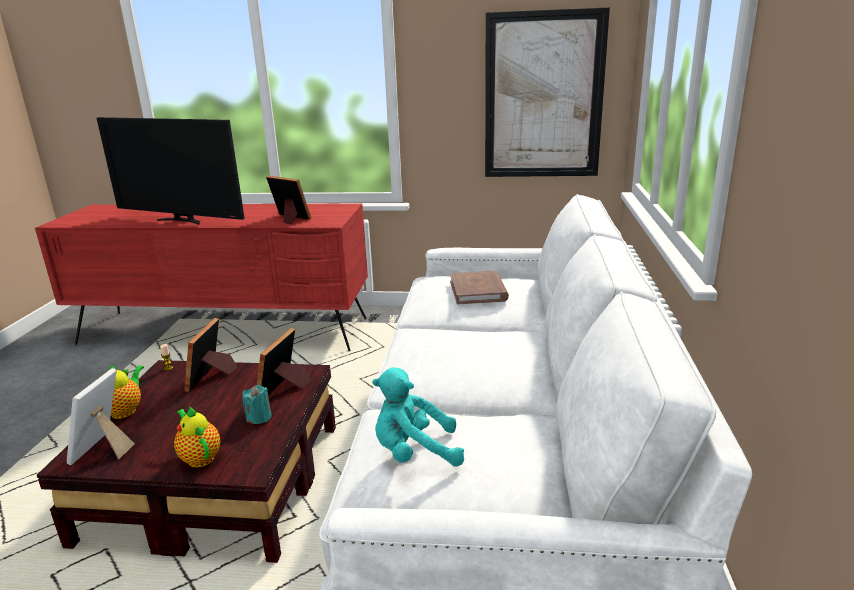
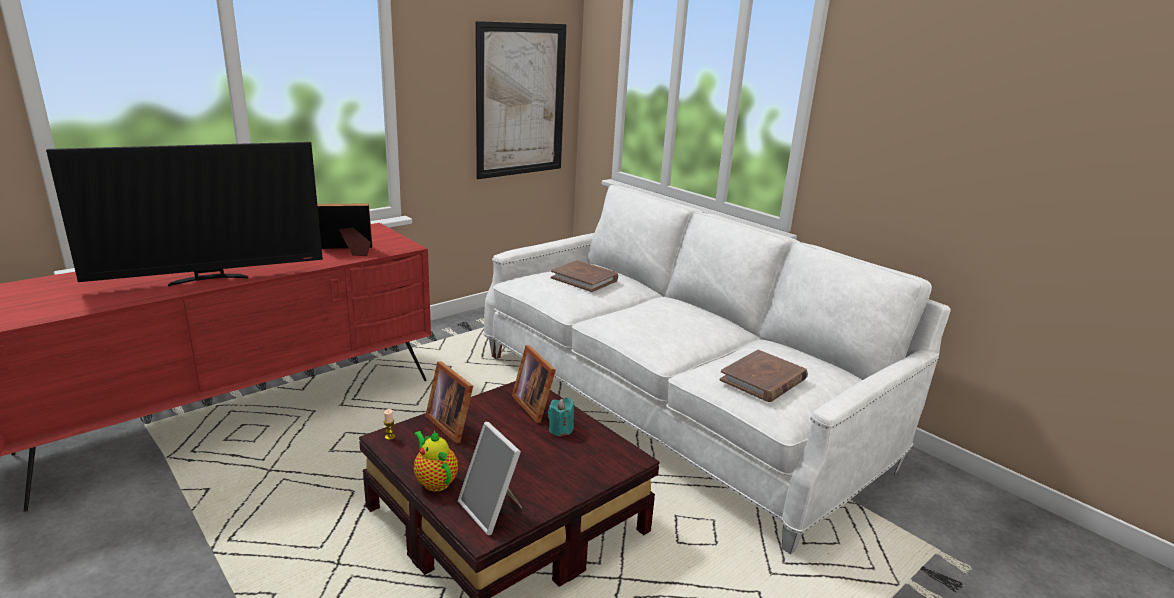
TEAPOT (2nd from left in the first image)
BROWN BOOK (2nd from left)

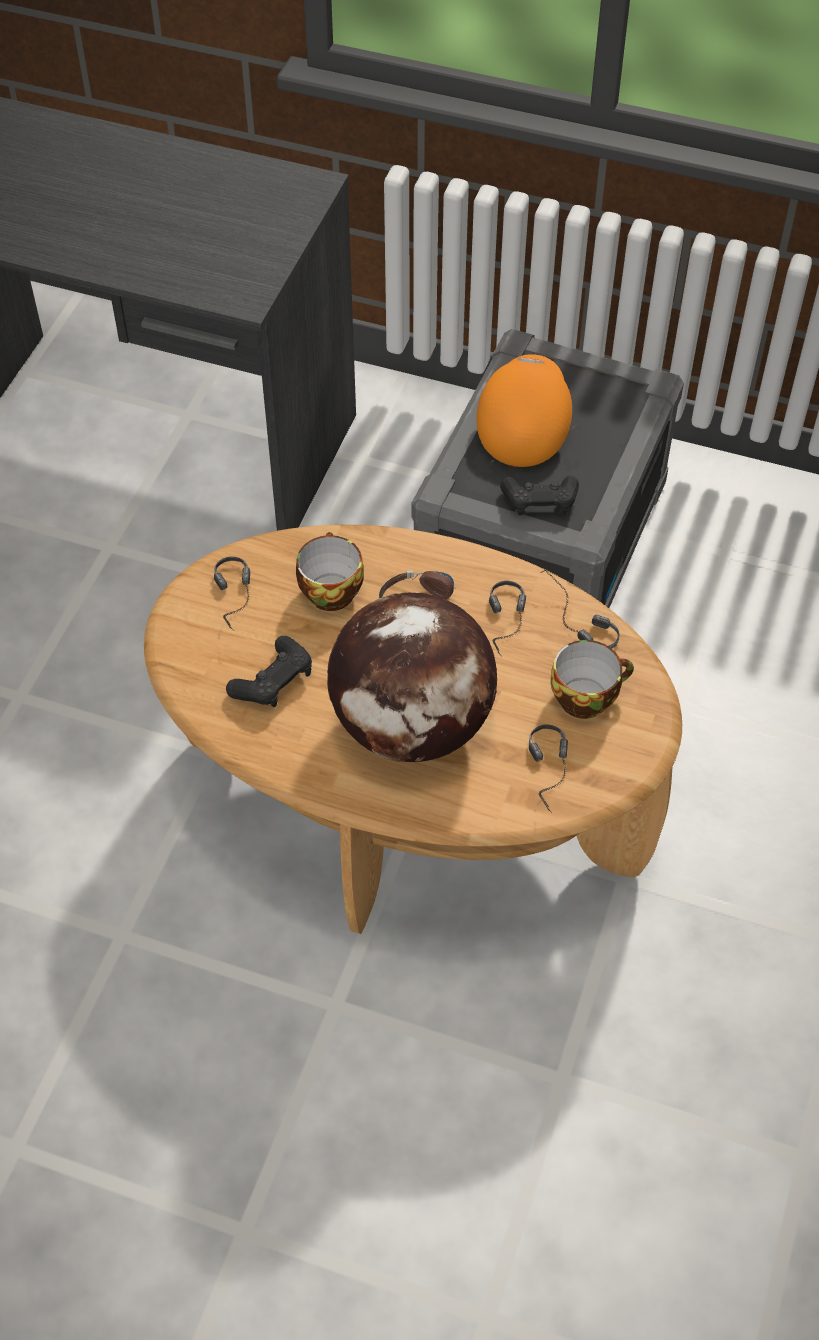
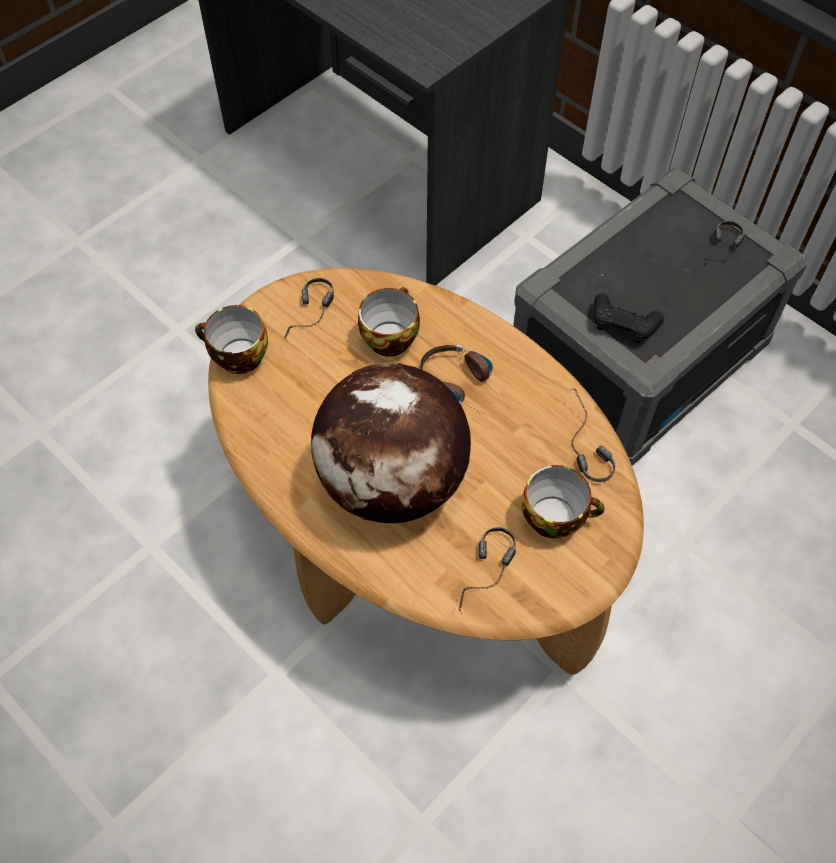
BLACK GAME CONTROLLER (1st from left in the first image)
ORANGE CAP
HEADPHONES (5th from left)
CUP (1st from left)

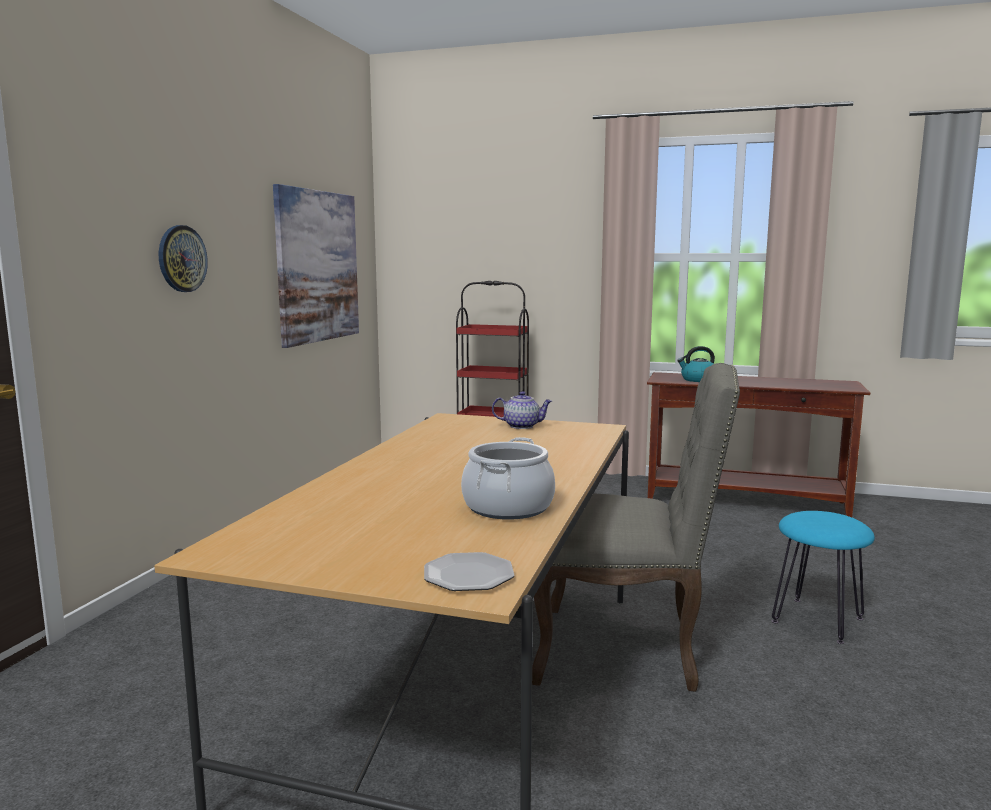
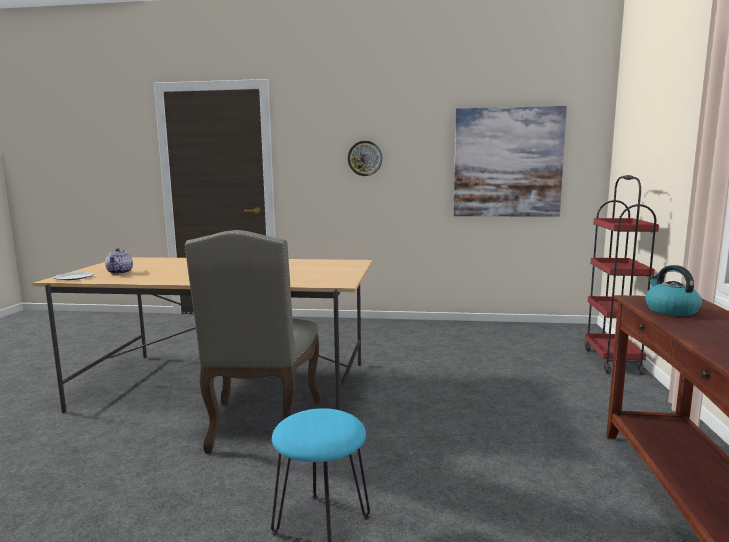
COOKING POT
TEAPOT

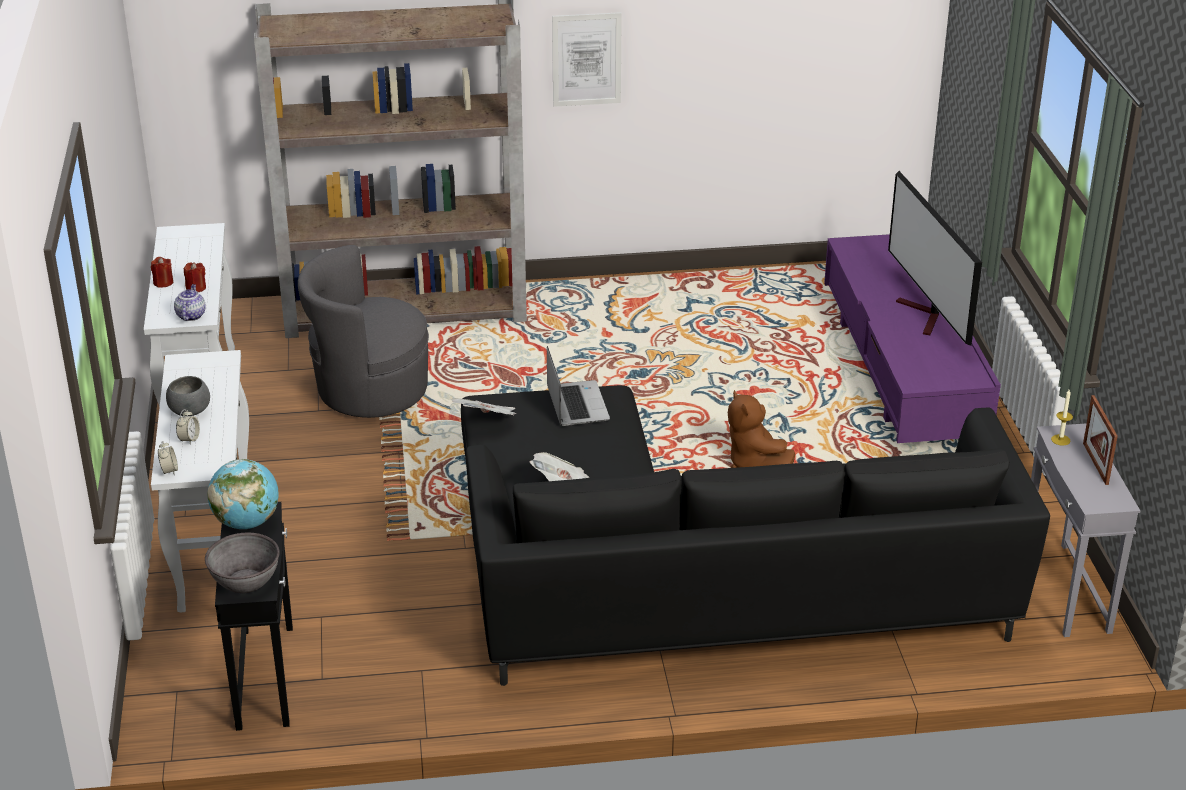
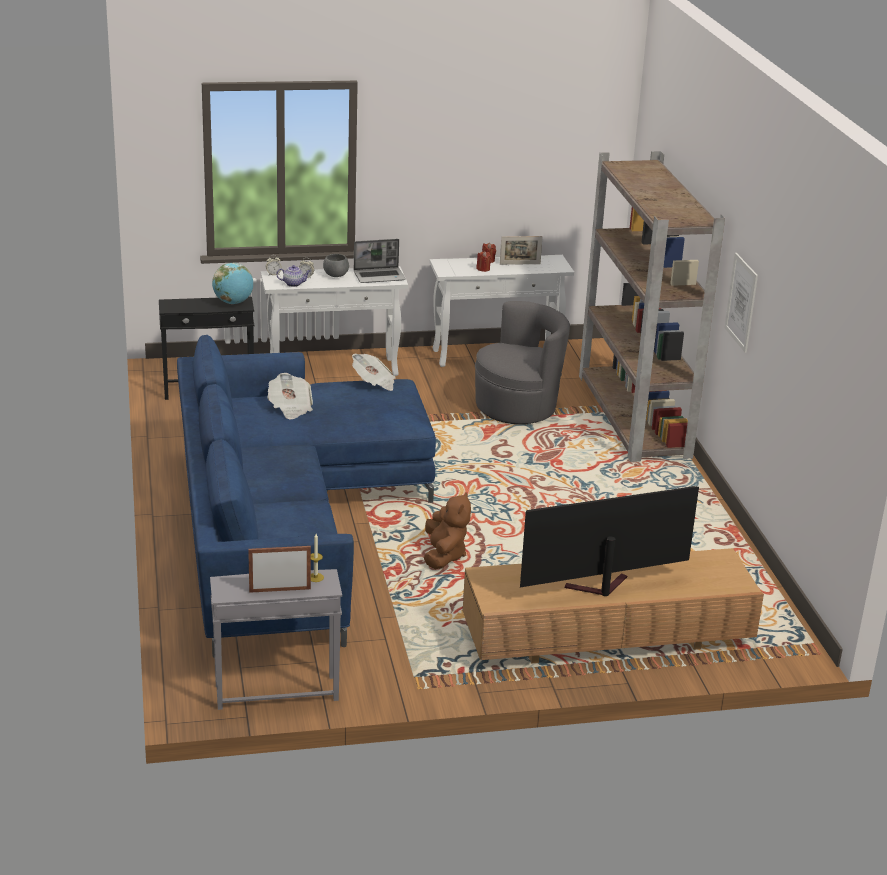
TEAPOT
GREY BOWL (2nd from left in the first image)
GREY ARMCHAIR
BLUE SOFA
LAPTOP
BROWN PLUSH TOY
BROWN TV STAND
PICTURE FRAME (2nd from left)

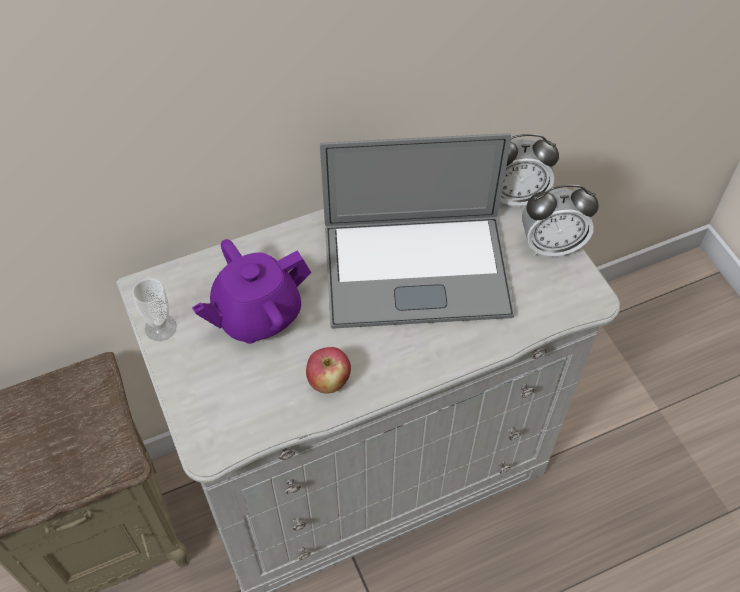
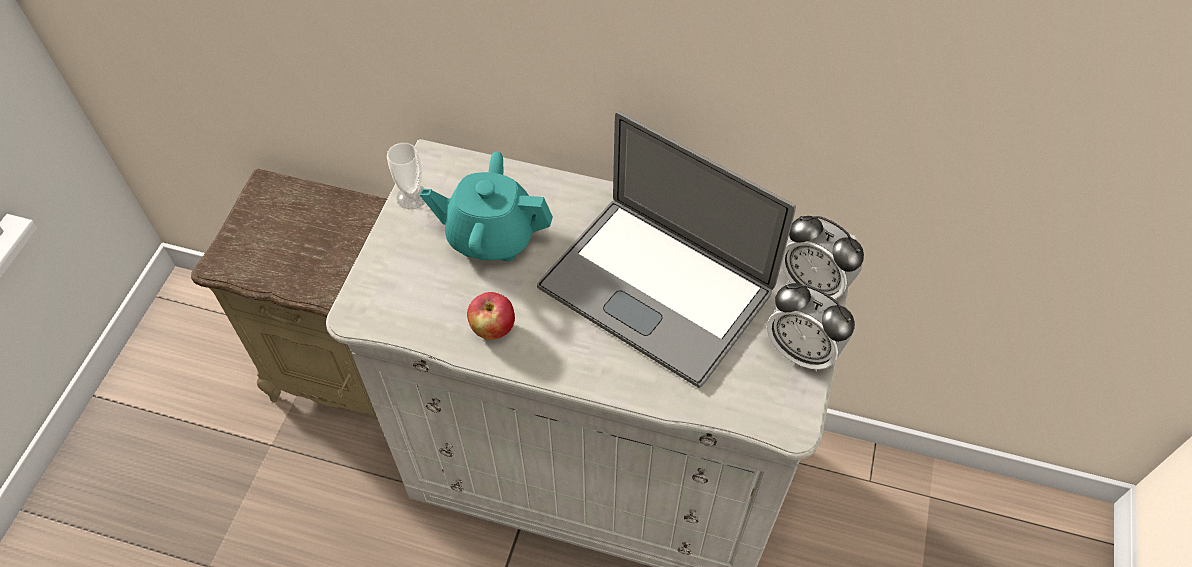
TURQUOISE TEAPOT

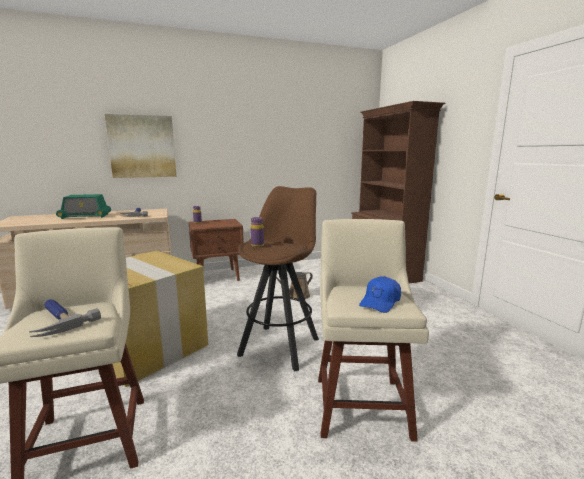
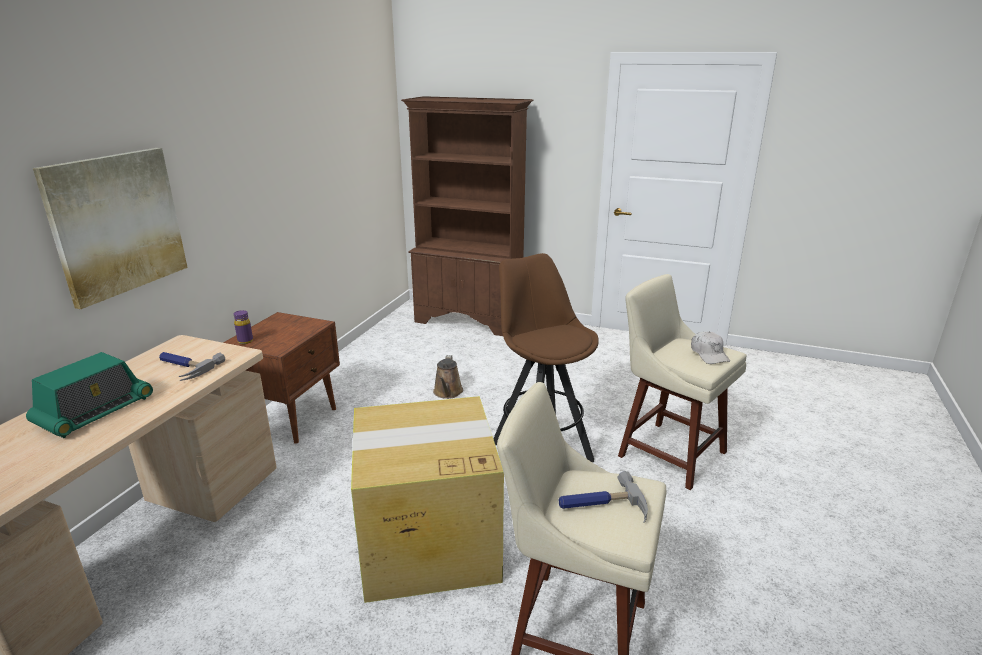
PURPLE BOTTLE (2nd from left in the first image)
WHITE CAP

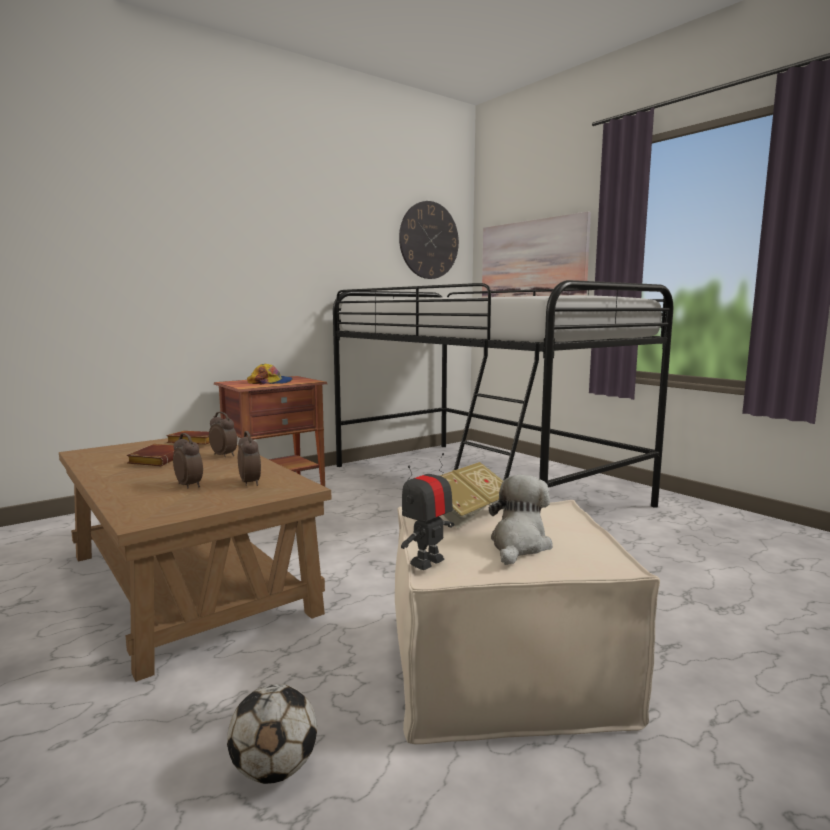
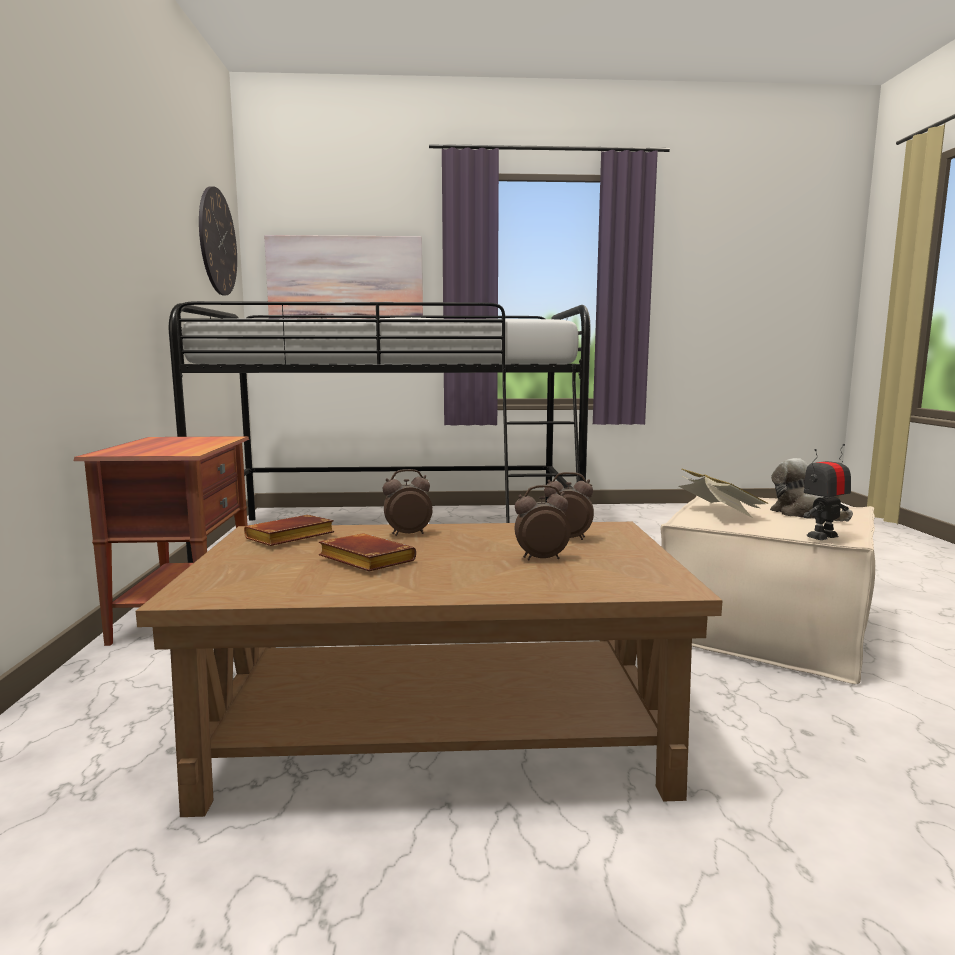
FOOTBALL
CAP
TOY ROBOT

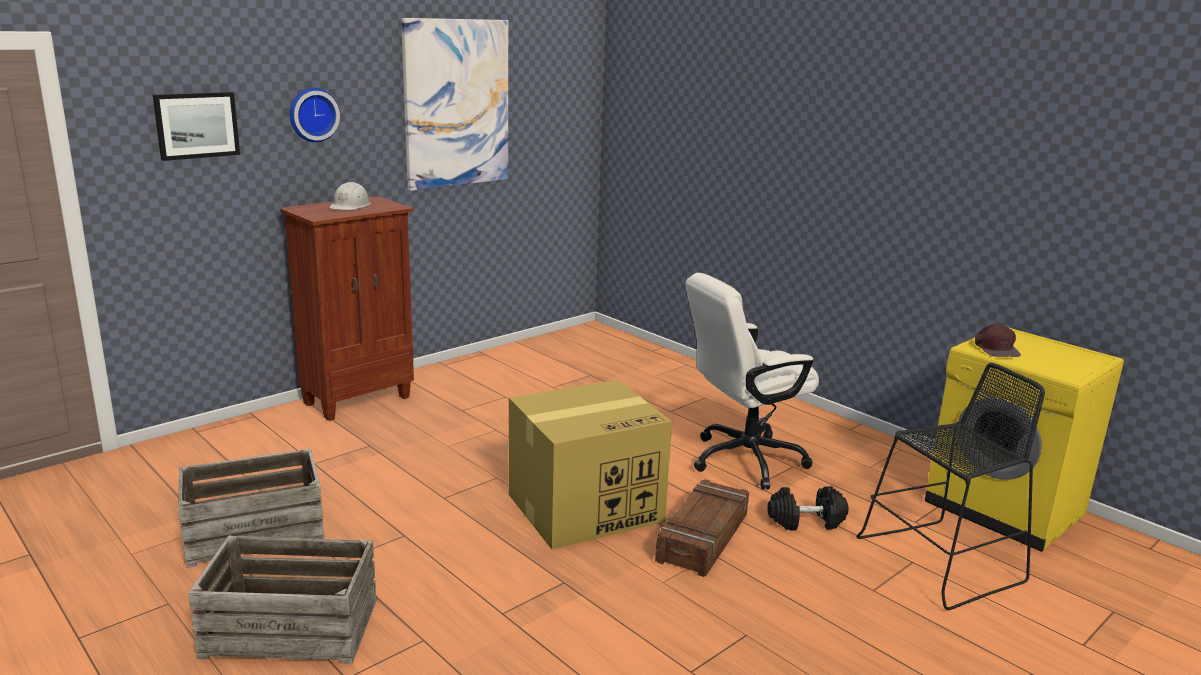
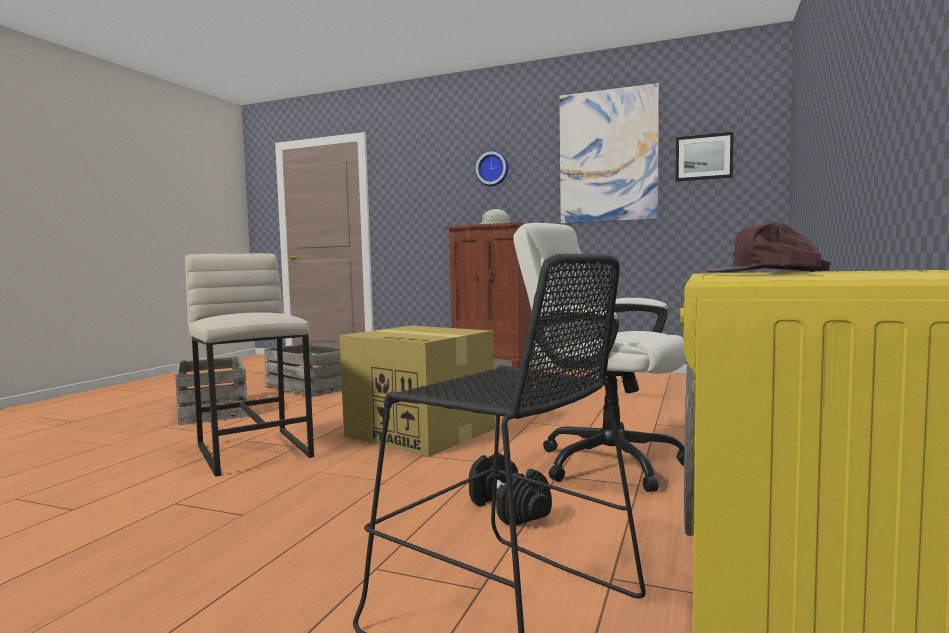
PICTURE (2nd from left)
CRATE (3rd from left in the first image)
BROWN CAP
BEIGE STOOL

